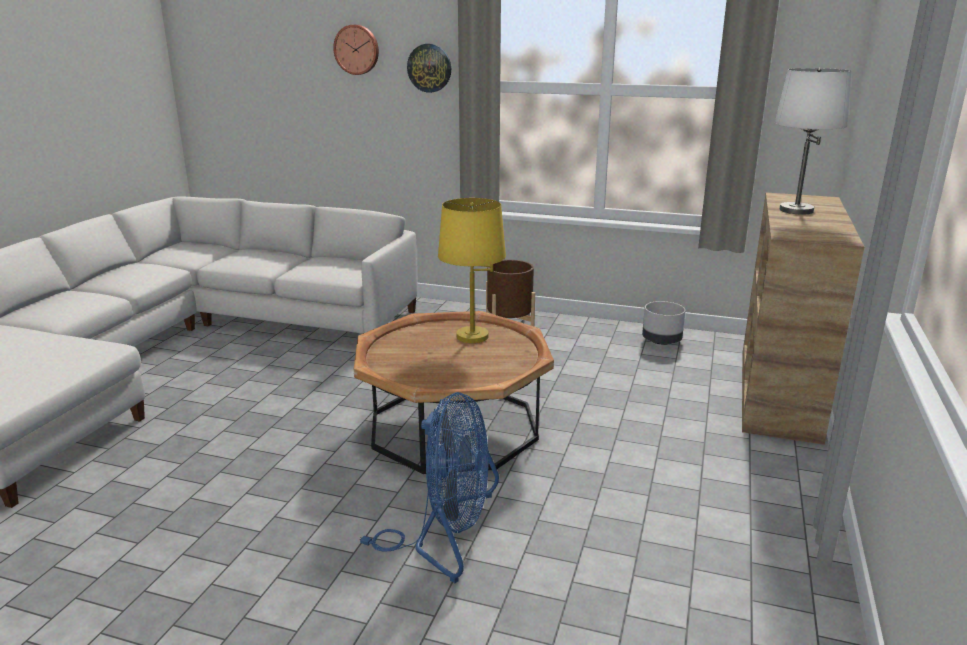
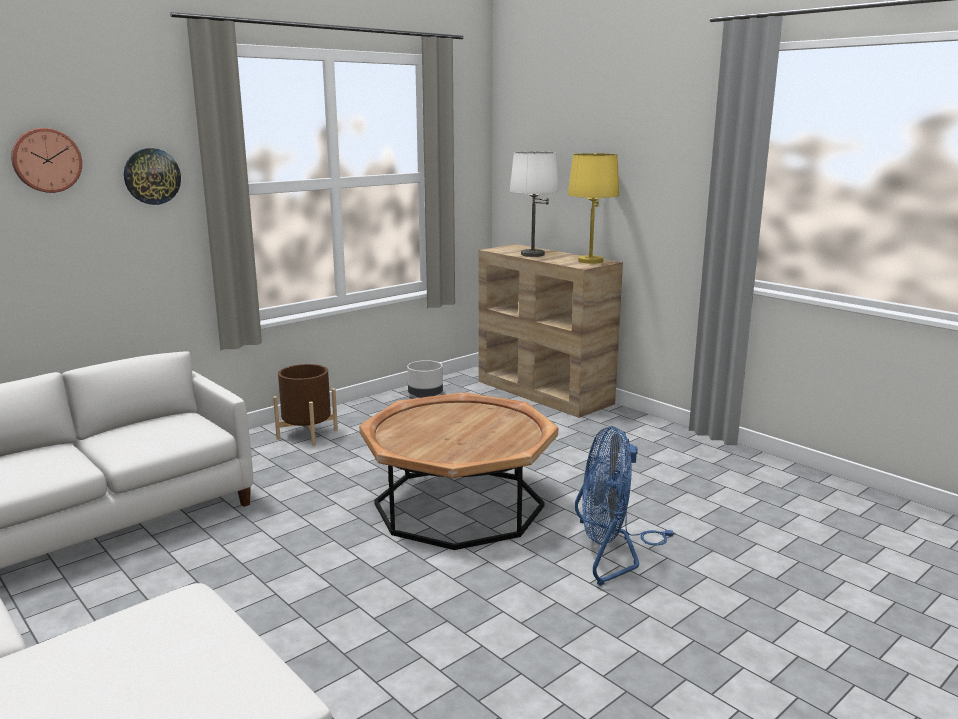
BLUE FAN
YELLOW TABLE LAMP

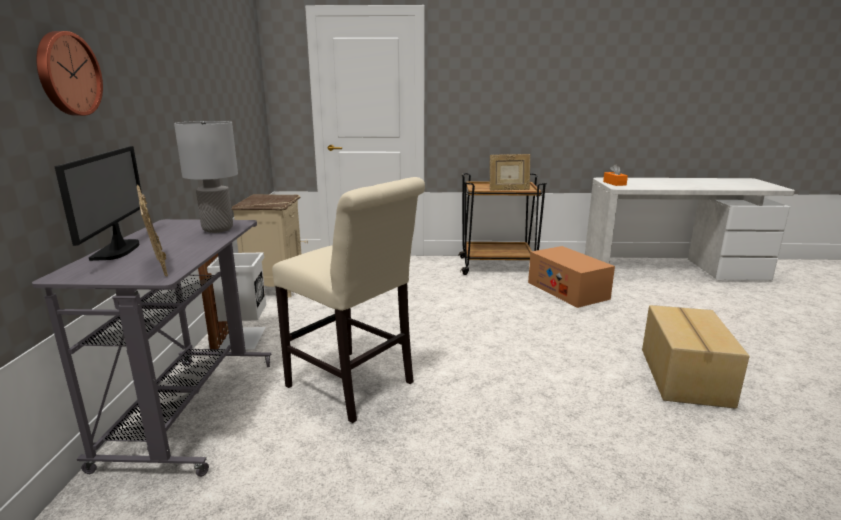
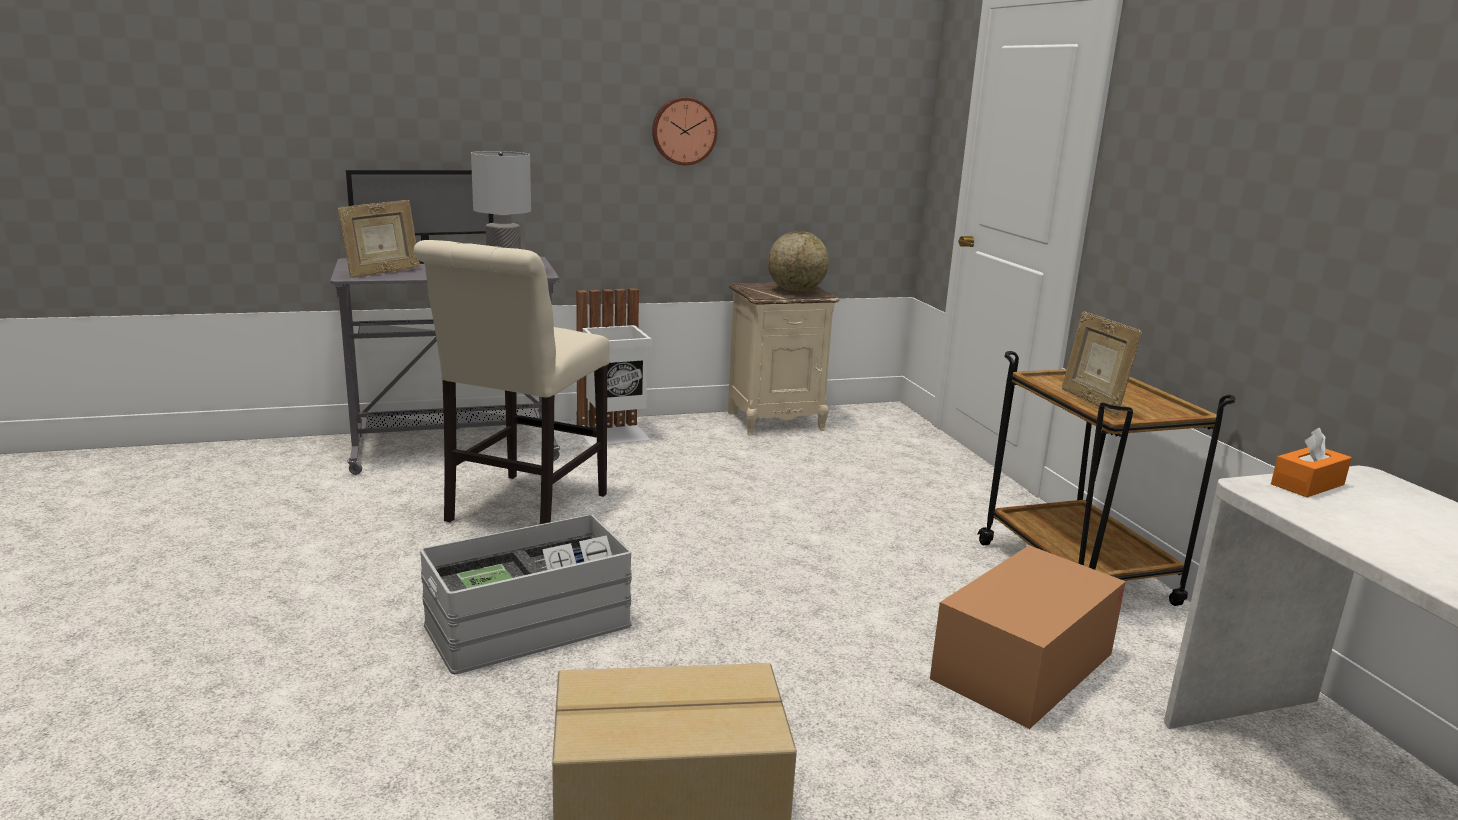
WALL CLOCK
GREY STORAGE BOX
GLOBE

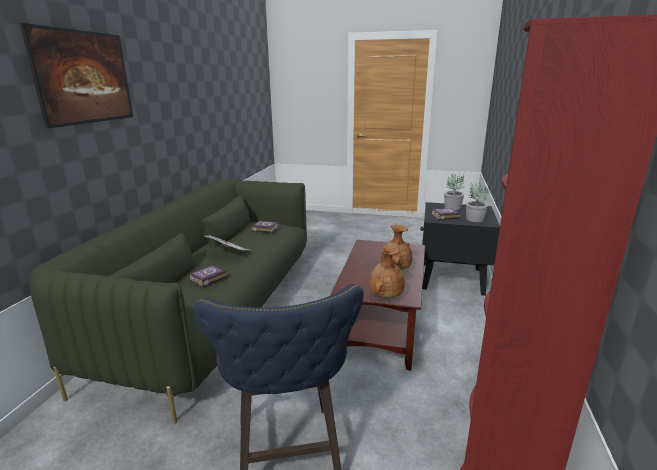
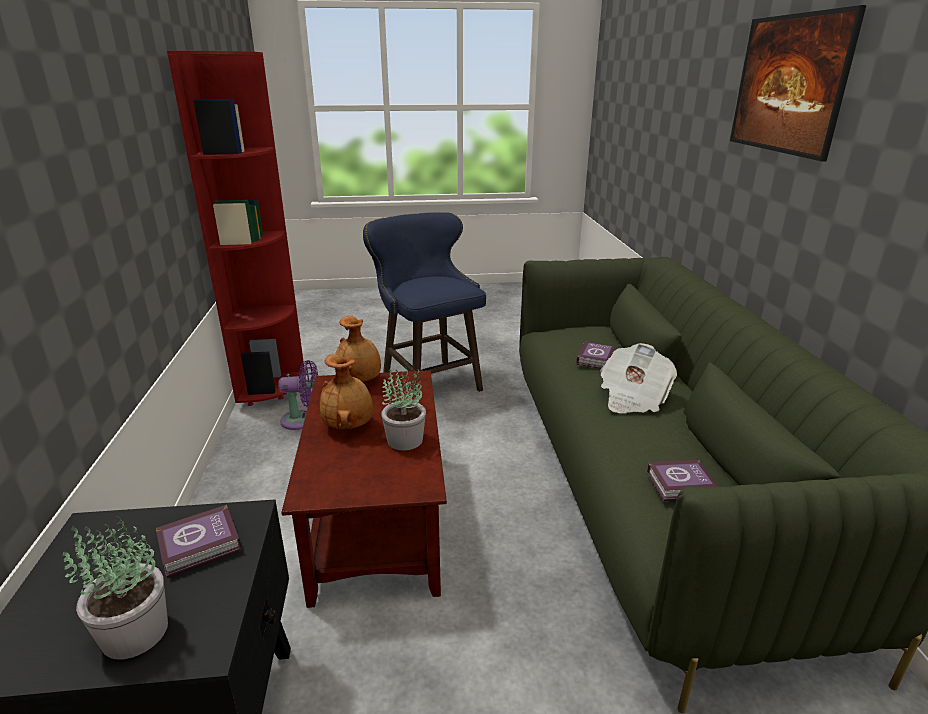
POTTED PLANT (2nd from left)
PURPLE FAN

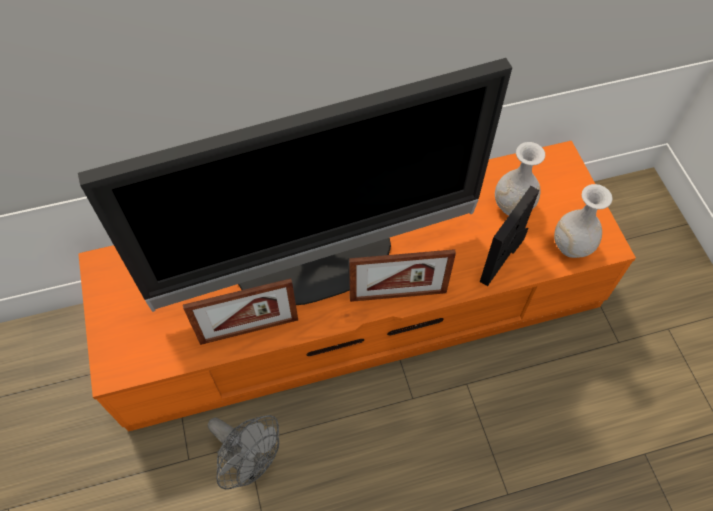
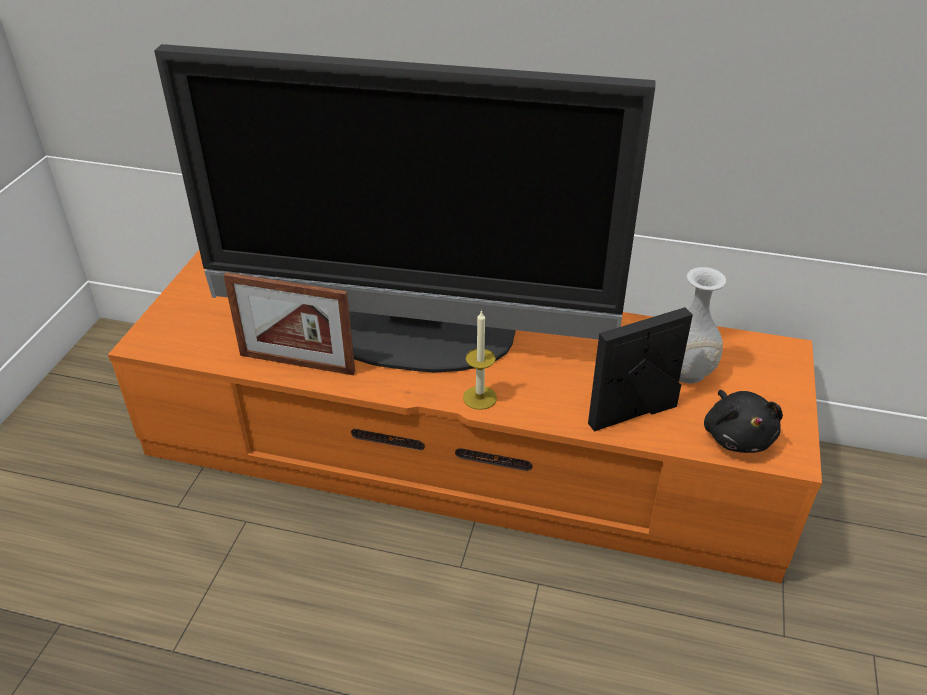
GREY FAN
CANDLE
BLACK PLUSH TOY

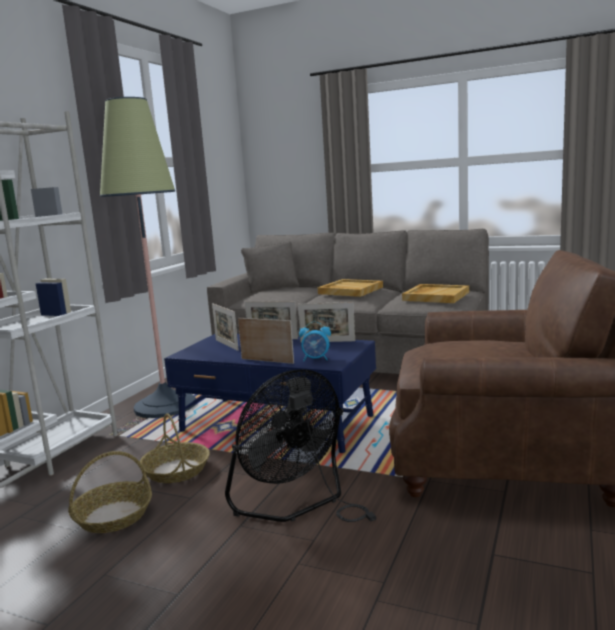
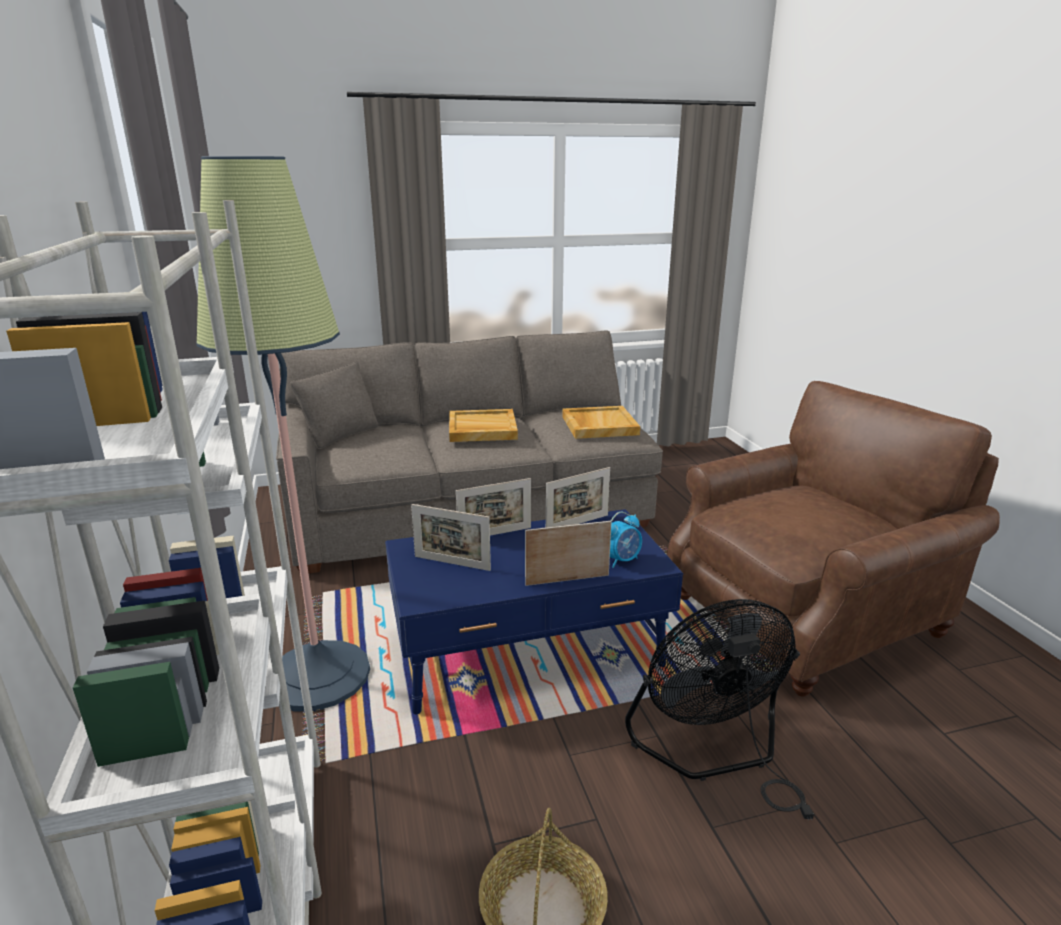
BASKET (2nd from left in the first image)
BLACK FAN

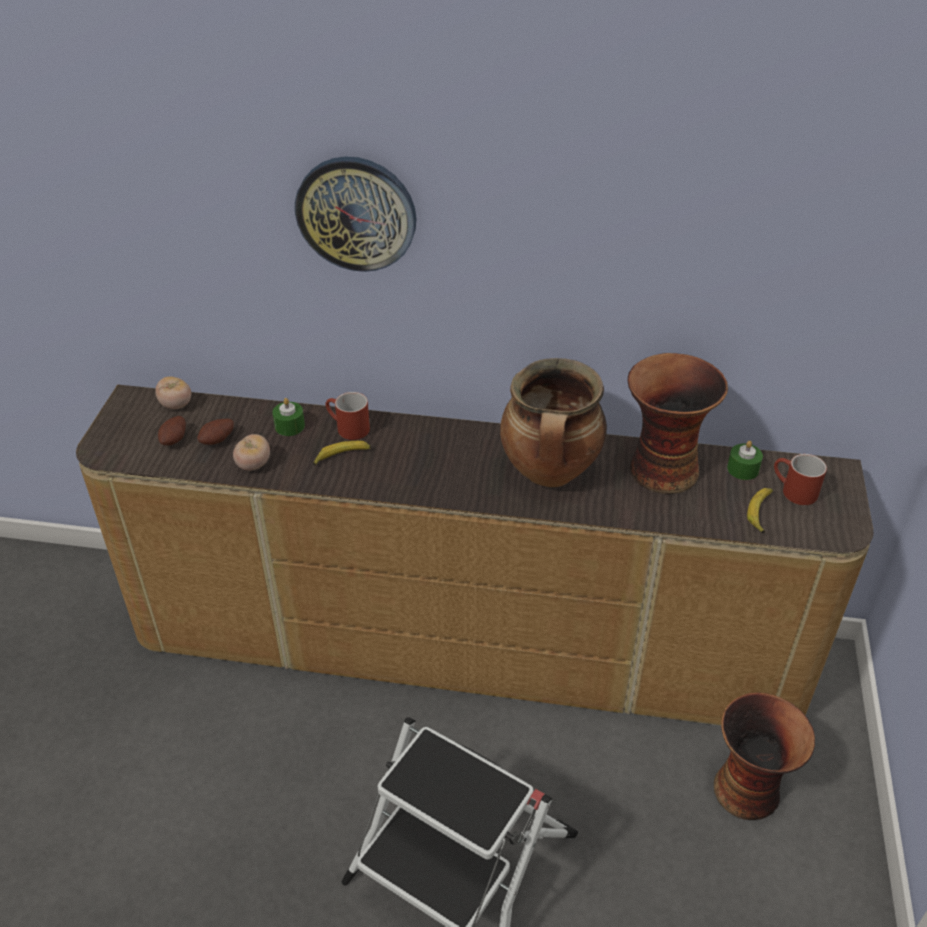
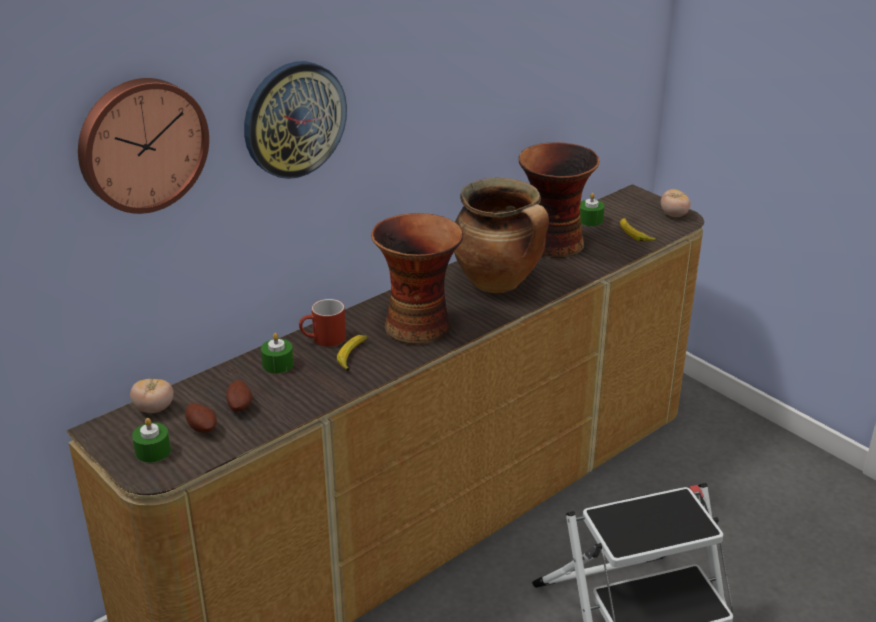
TOMATO (2nd from left)
VASE (1st from left)
RED MUG (2nd from left in the first image)
WALL CLOCK (1st from left)
GREEN CANDLE (1st from left)

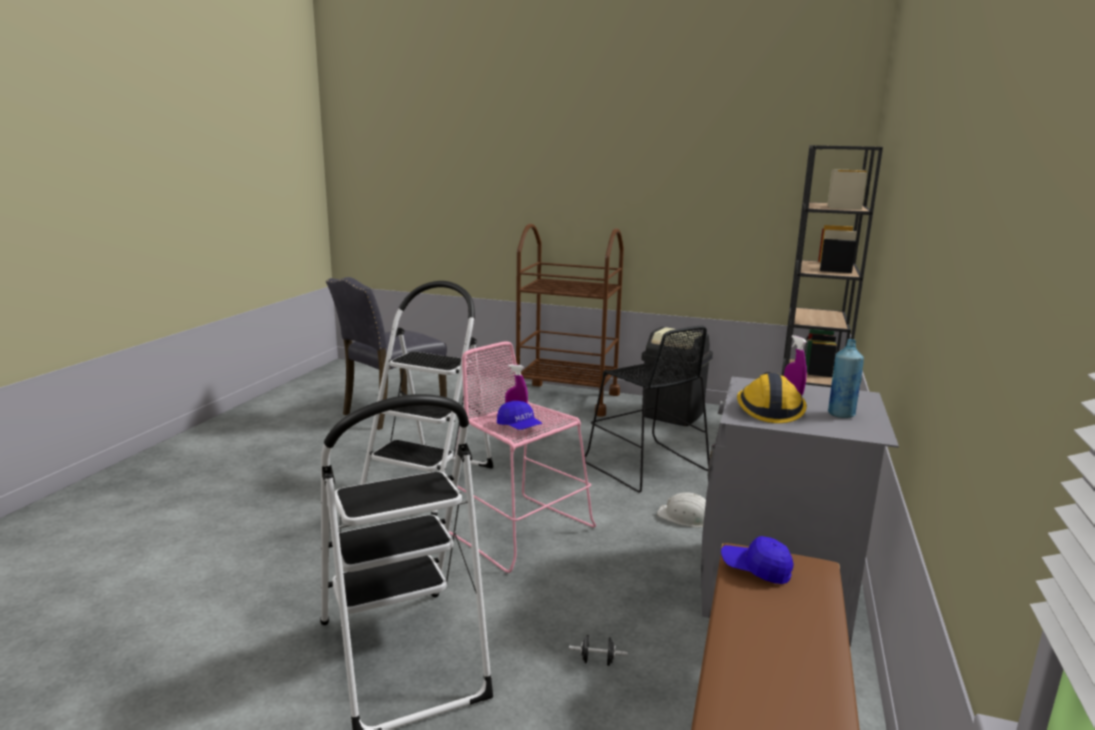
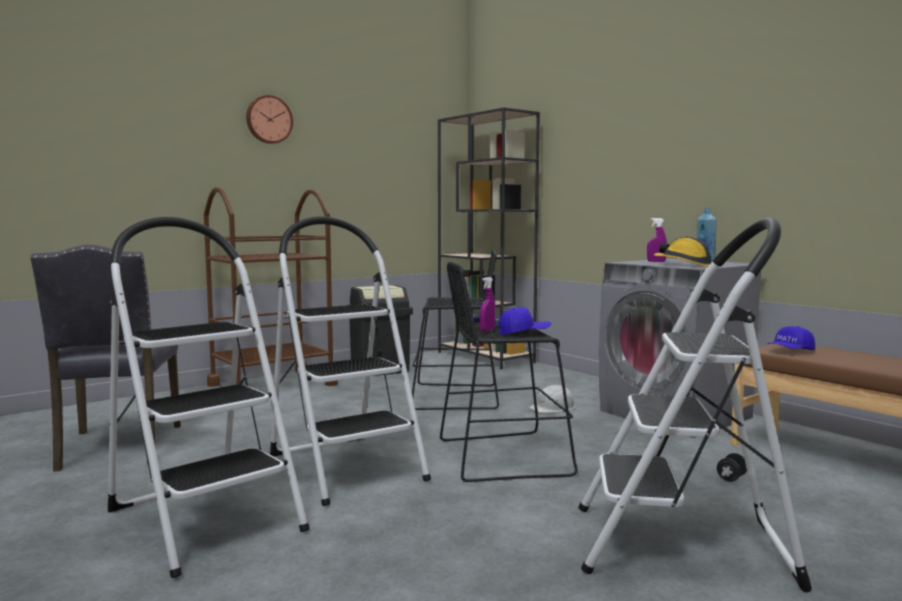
BLACK STOOL (2nd from left)
STEP LADDER (1st from left)
WALL CLOCK

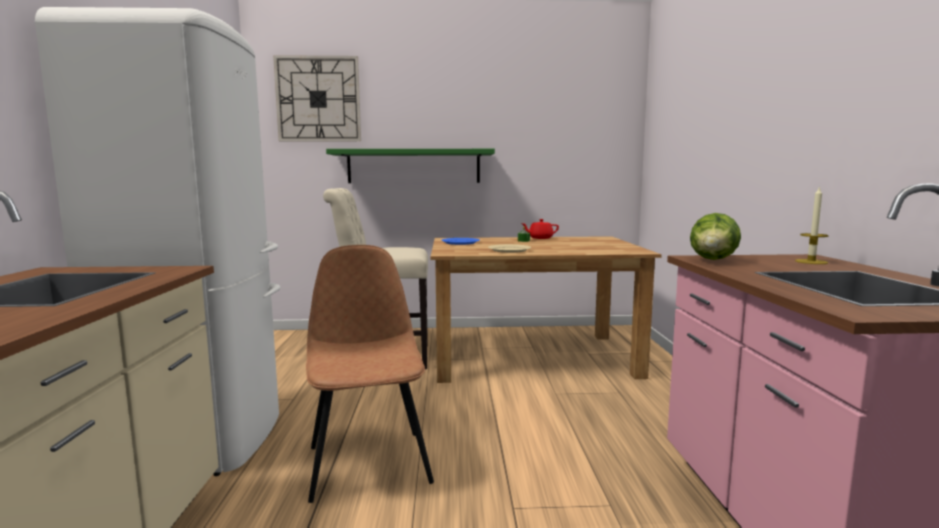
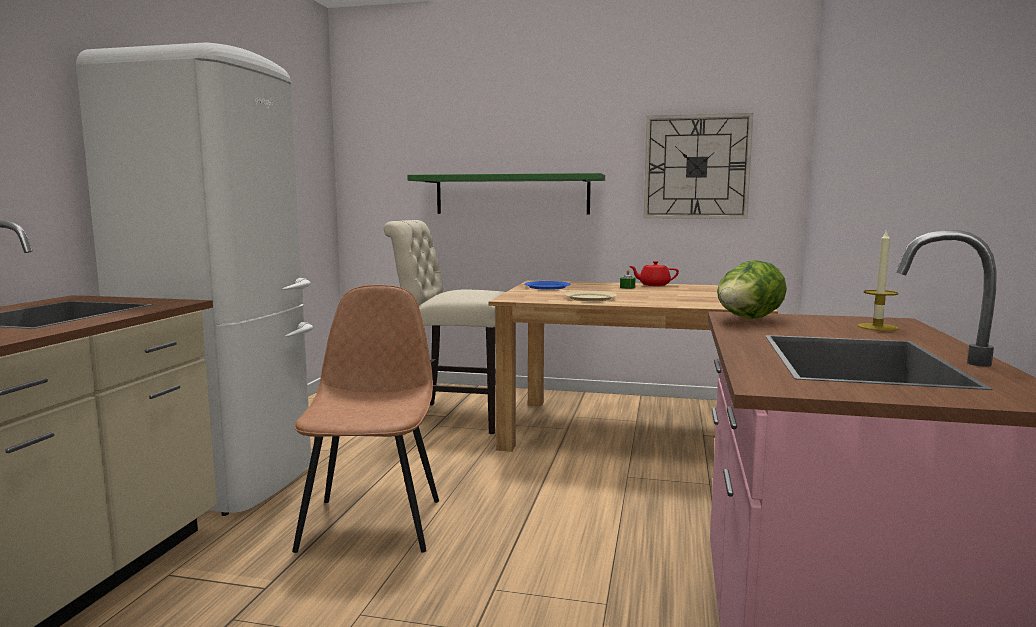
WALL CLOCK

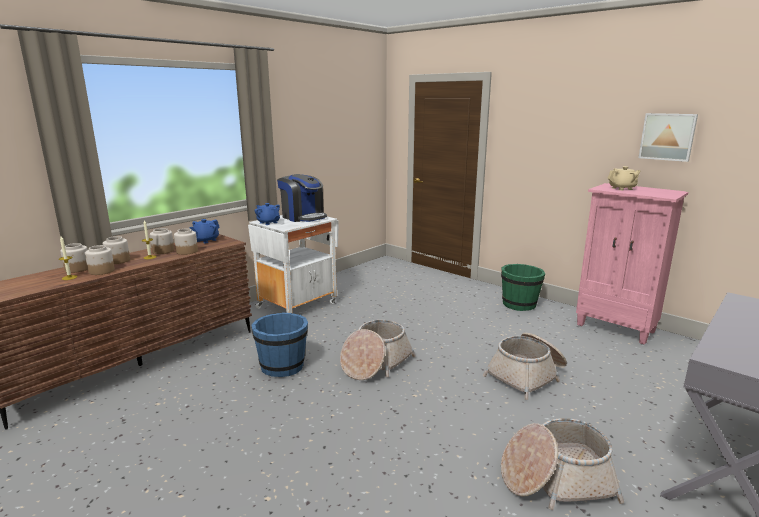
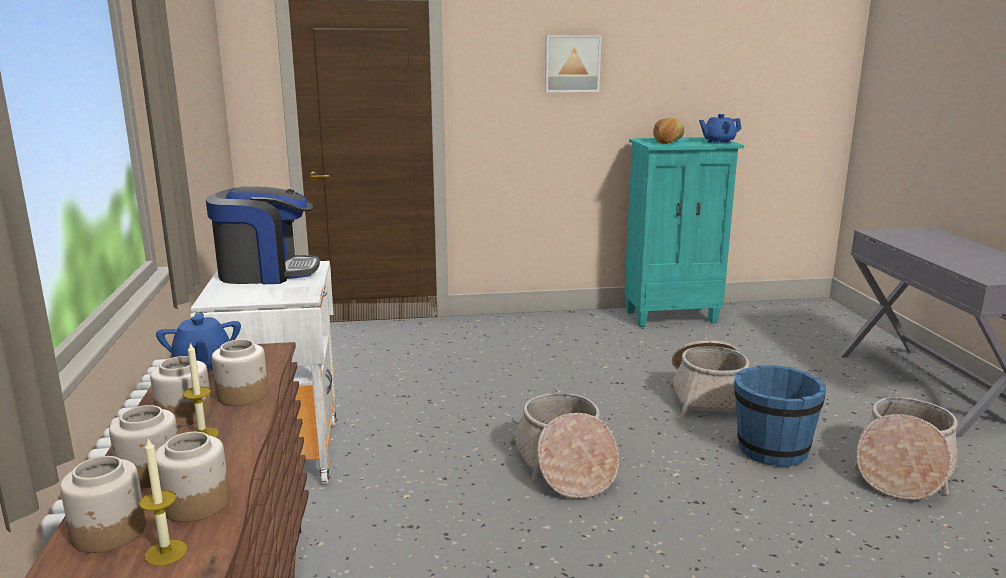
BLUE BUCKET
BLUE TEAPOT (2nd from left)
GREEN BUCKET
TURQUOISE CABINET
BREAD
PICTURE

